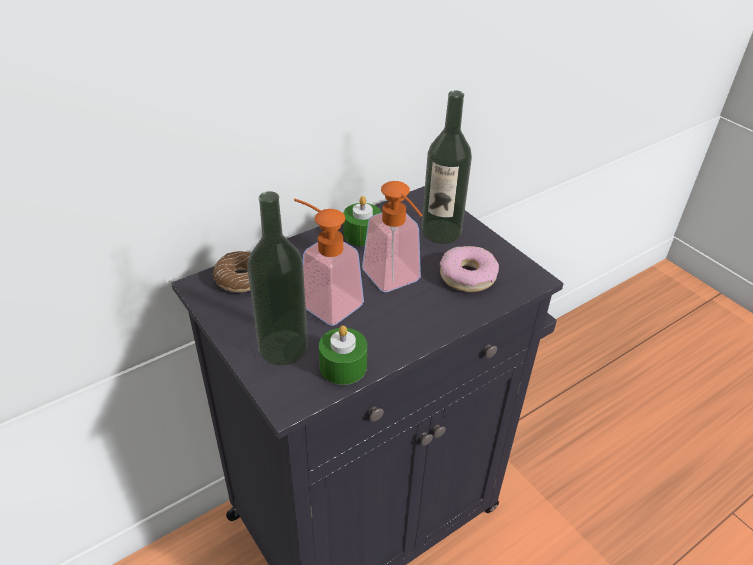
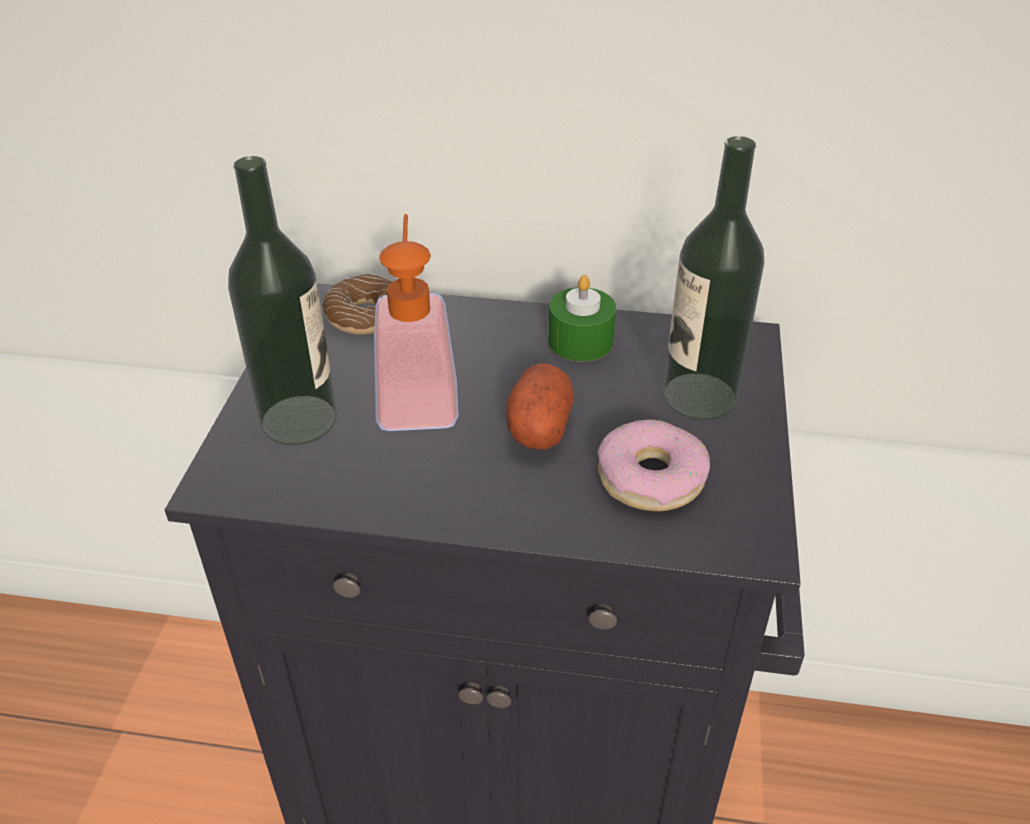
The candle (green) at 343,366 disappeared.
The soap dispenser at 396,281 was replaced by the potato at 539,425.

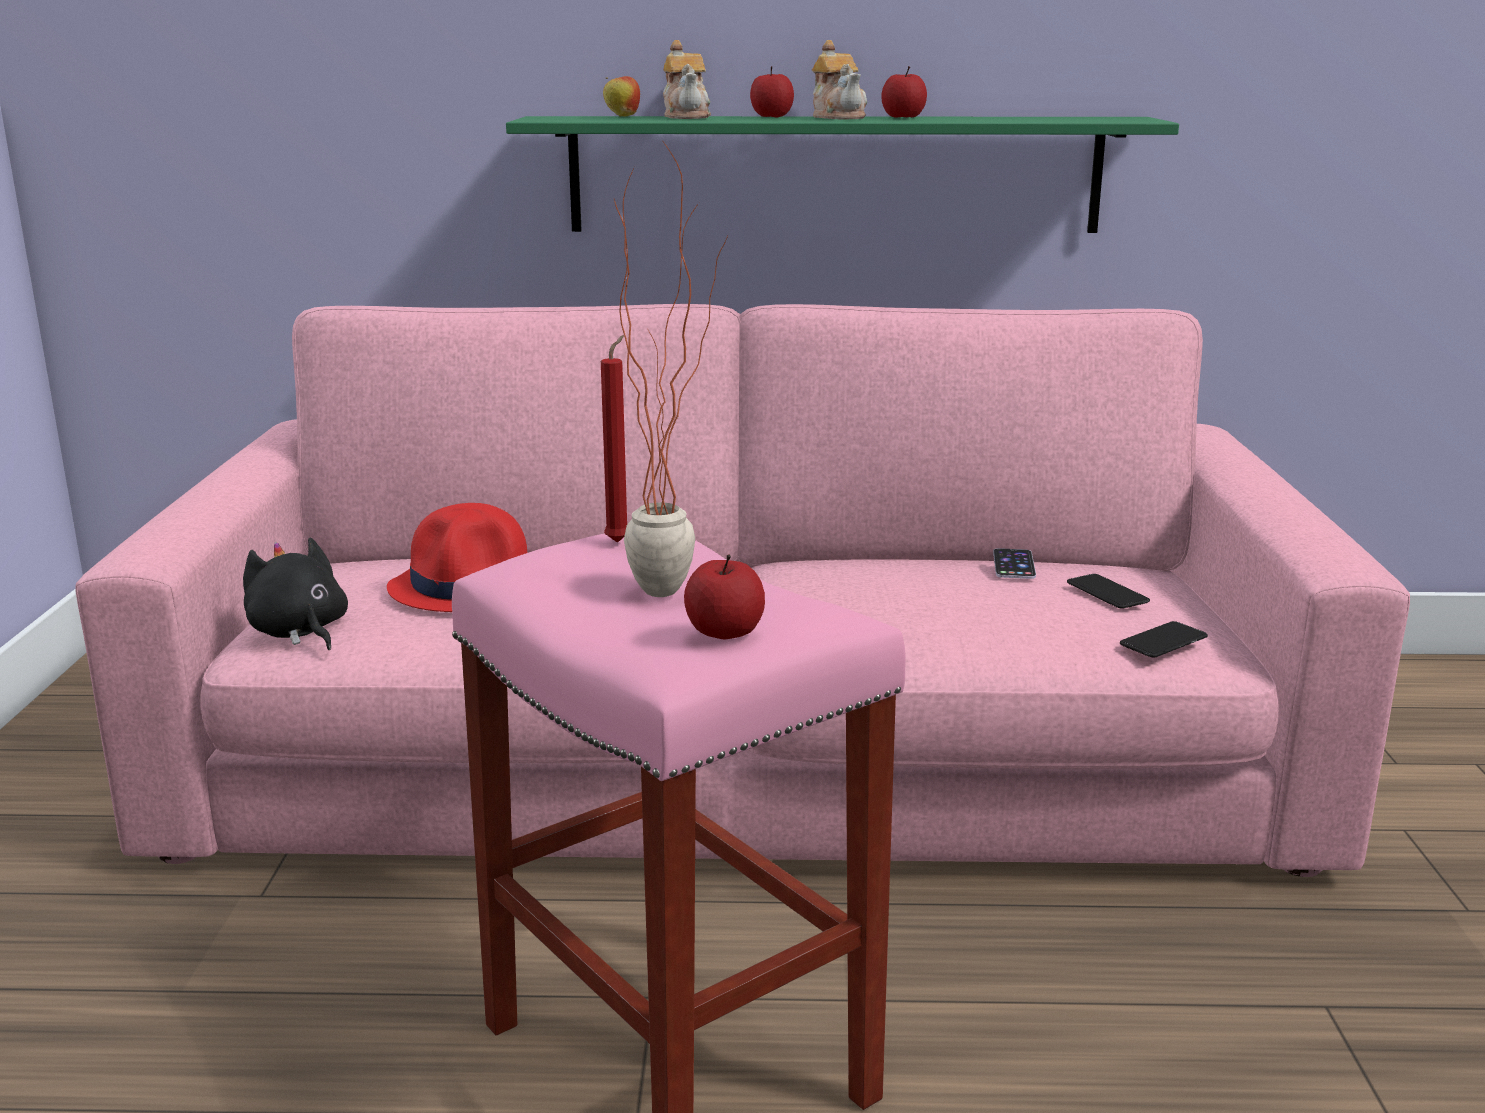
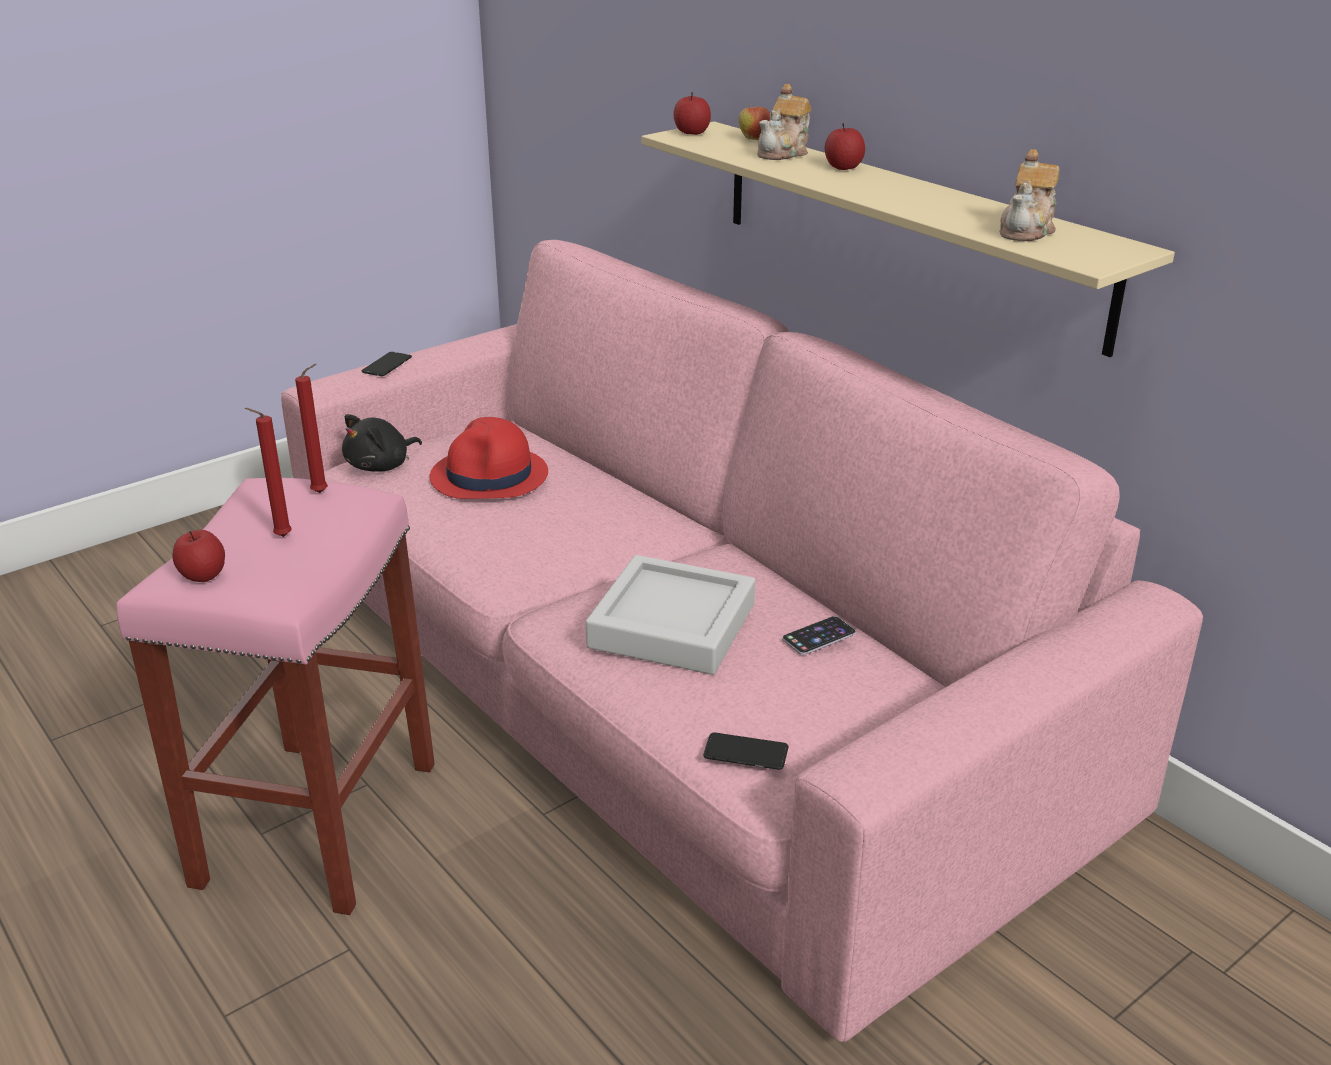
The tray (grey) at 672,625 appeared.
The teapot moved from 839,117 to 1027,231.
The apple moved from 903,117 to 692,133.
The phone moved from 1107,593 to 387,365.
The potted plant at 679,587 was replaced by the candle (red) at 280,537.
The shelf (green) at 834,174 became the shelf (beige) at 904,229.
The plush toy (black) at 299,632 turned 150 degrees counterclockwise.

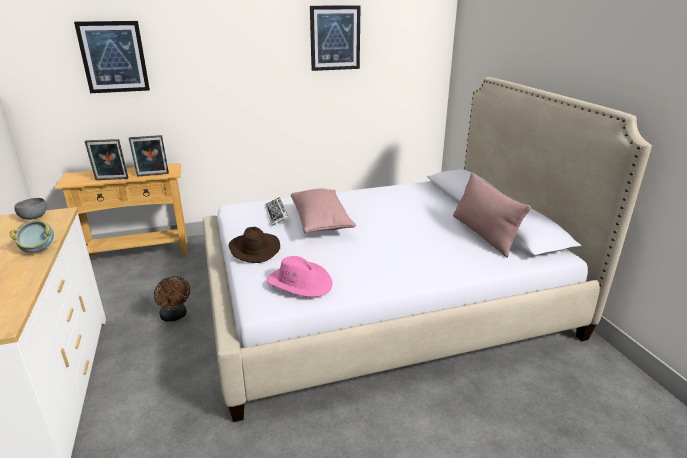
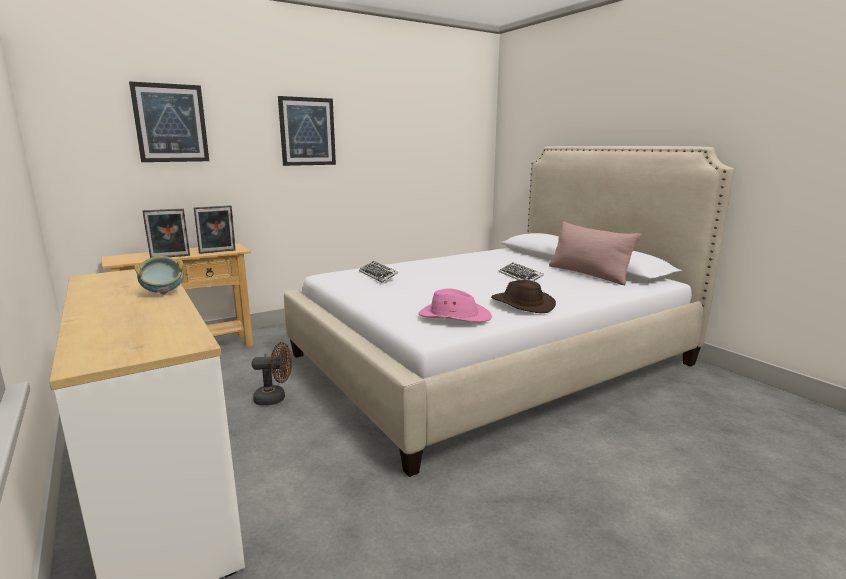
The bowl (grey) at 33,217 disappeared.
The pillow (pink) at 321,222 disappeared.
The keyboard at 520,277 appeared.
The hat (brown) moved from 254,249 to 521,304.
The picture moved from 335,38 to 307,131.
The fan (brown) at 175,316 turned 45 degrees counterclockwise.

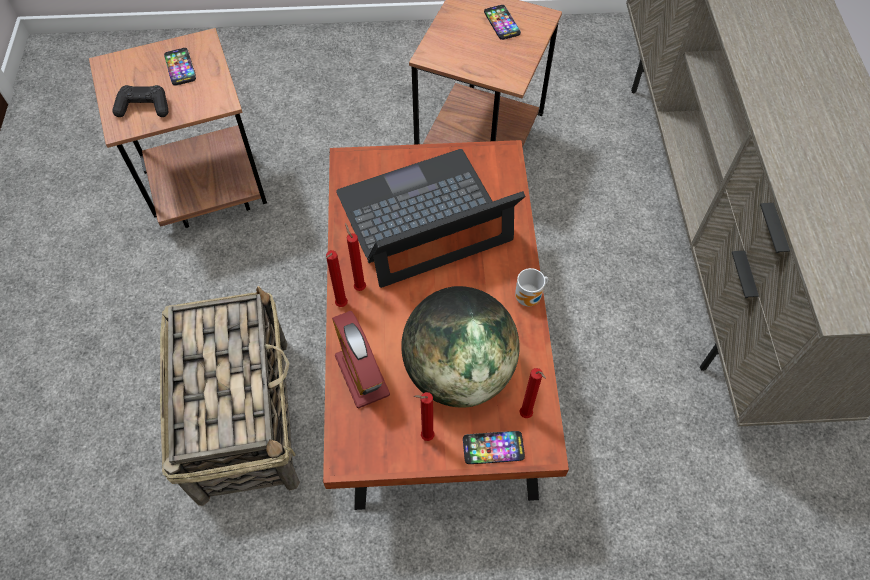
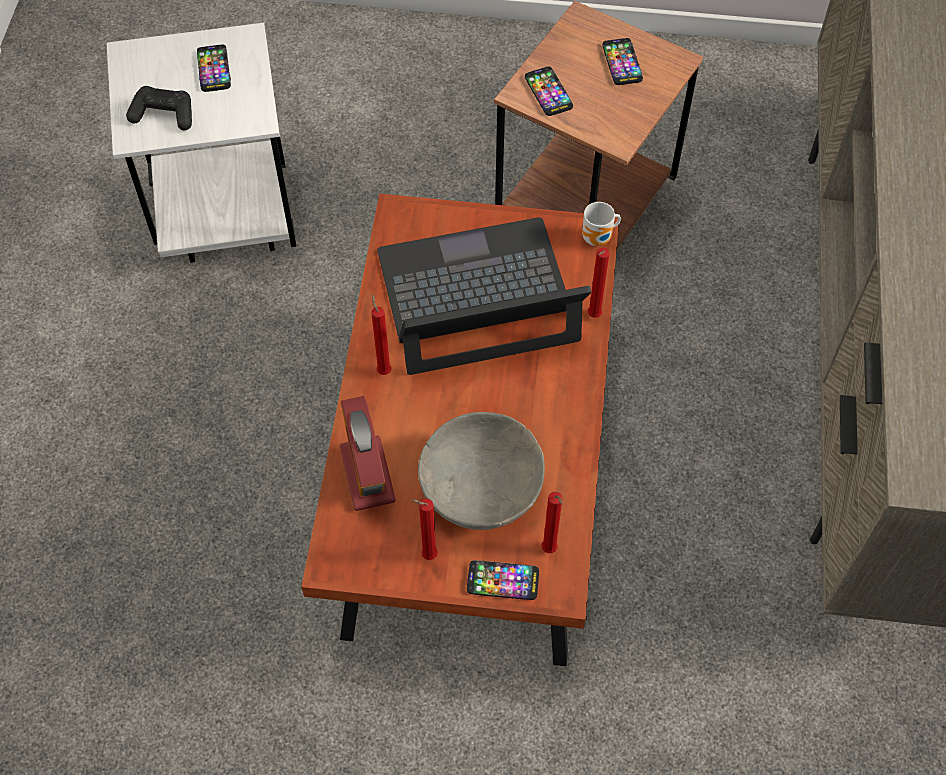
The basket at 244,416 disappeared.
The phone at 548,92 appeared.
The candle (red) moved from 340,306 to 593,317.
The mug moved from 530,298 to 599,239.
The globe at 458,371 was replaced by the bowl (grey) at 480,487.
The side table (brown) at 209,192 became the side table (white) at 226,220.

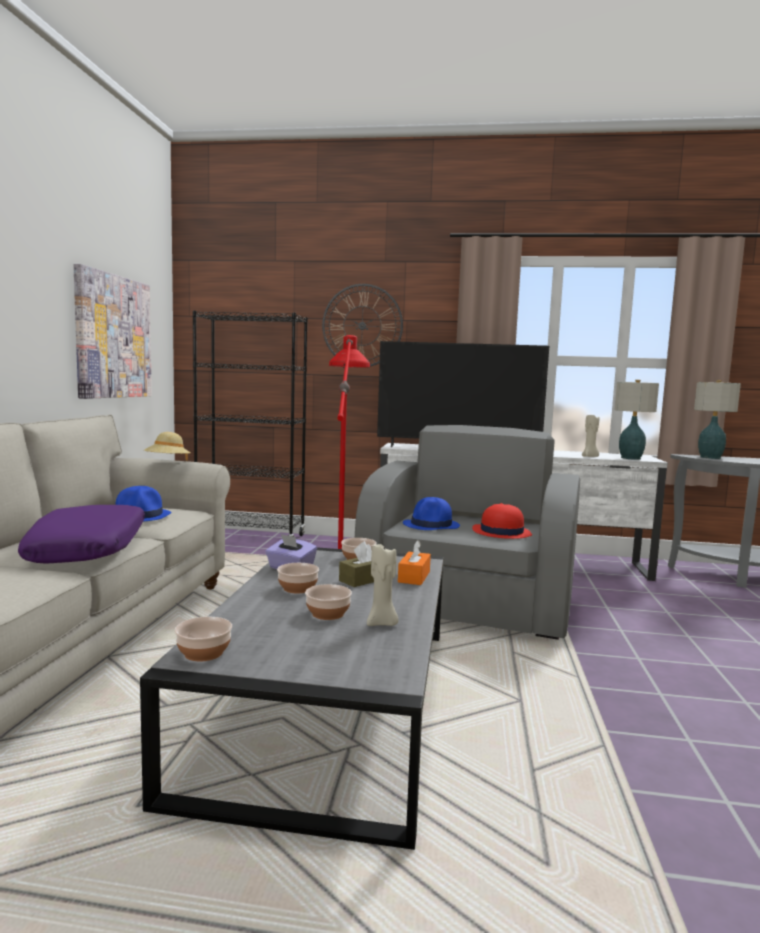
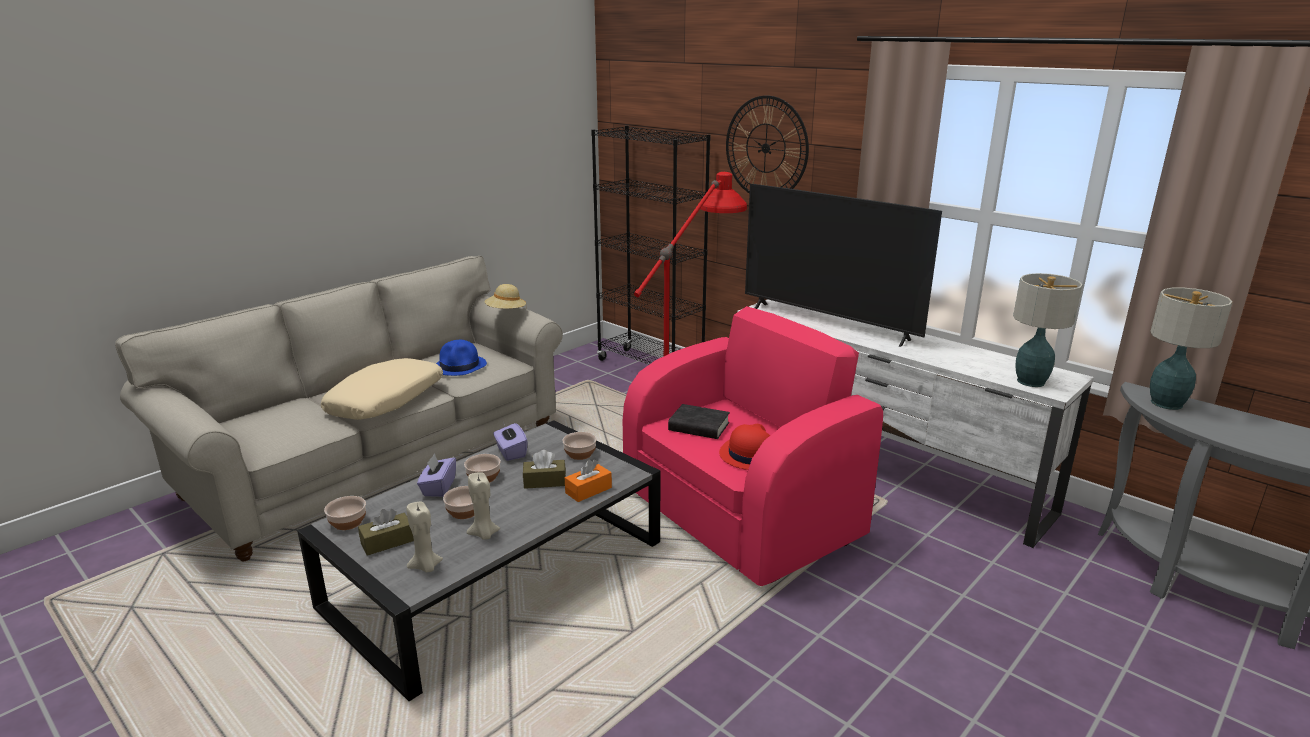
The picture at 113,337 disappeared.
The tissue box (brown) at 387,542 appeared.
The tissue box (purple) at 438,487 appeared.
The candle (beige) moved from 590,456 to 426,567.
The hat (blue) at 431,525 was replaced by the book (black) at 699,427.
The pillow (purple) at 90,549 became the pillow (beige) at 386,401.
The armchair (grey) at 467,604 became the armchair (pink) at 742,513.

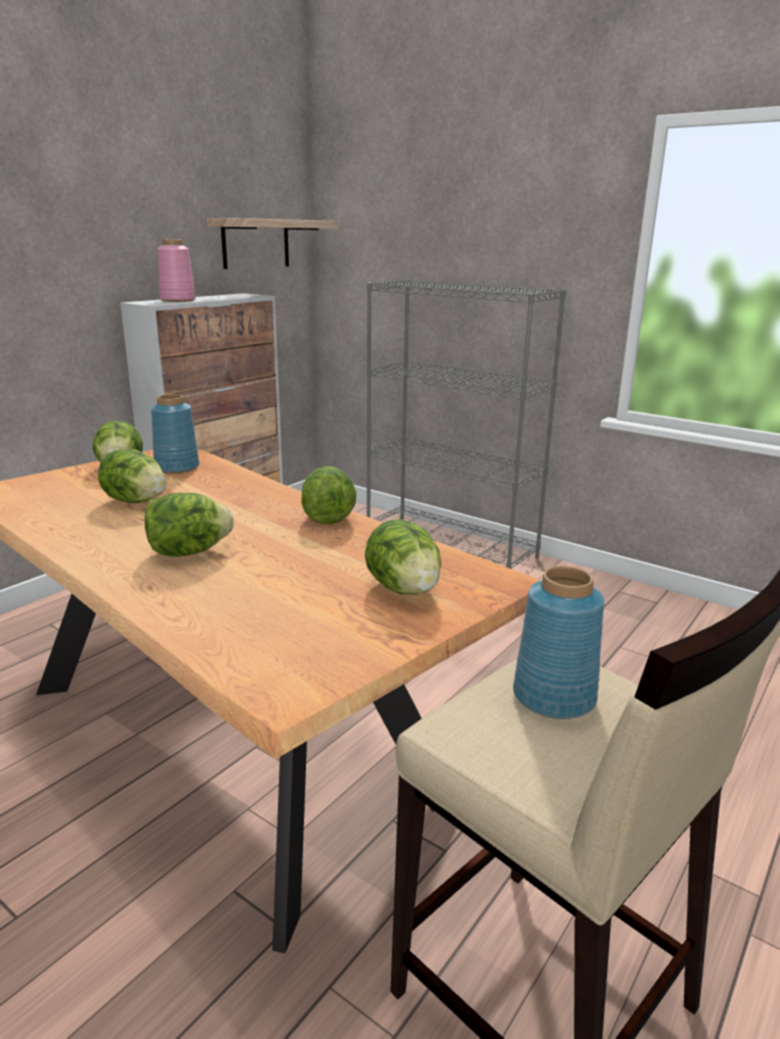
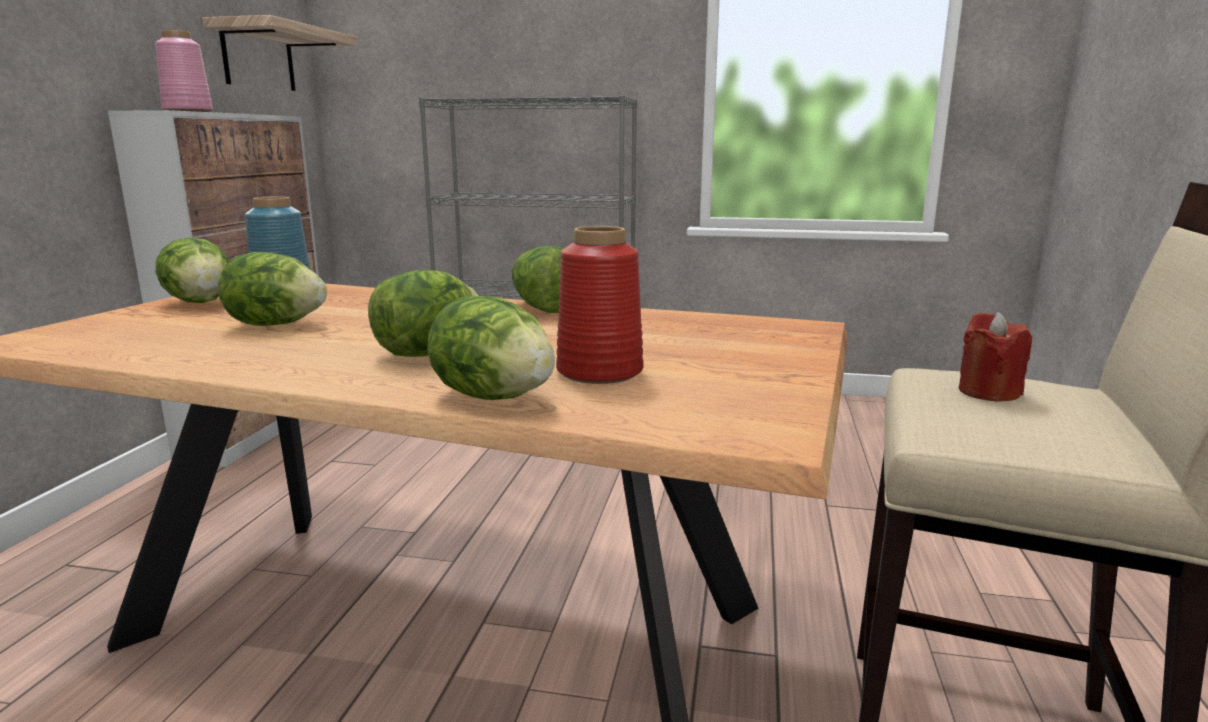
The vase (red) at 598,372 appeared.
The lettuce moved from 404,589 to 493,397.
The vase (blue) at 553,696 was replaced by the candle (red) at 988,392.

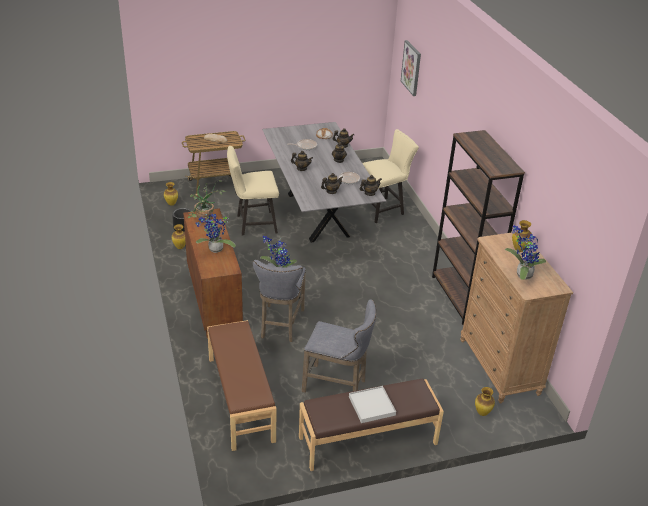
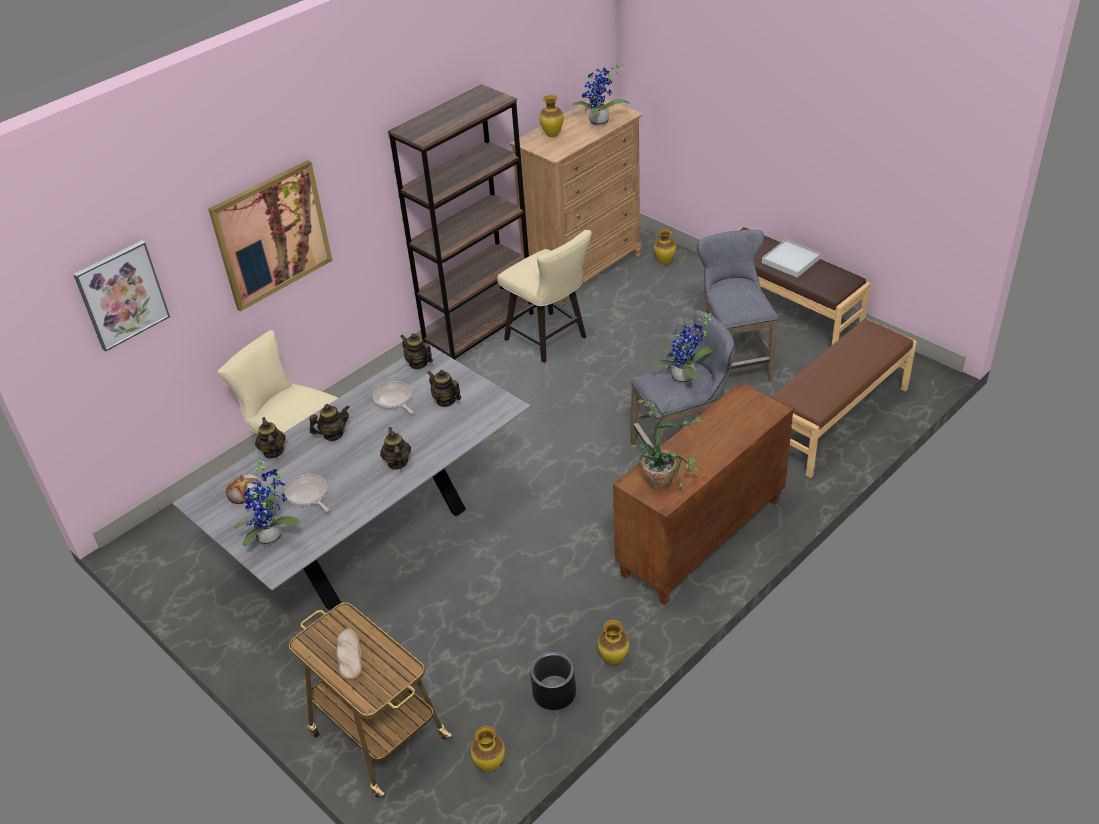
The picture at 272,235 appeared.
The potted plant moved from 215,250 to 273,536.
The chair (beige) moved from 253,224 to 550,340.

